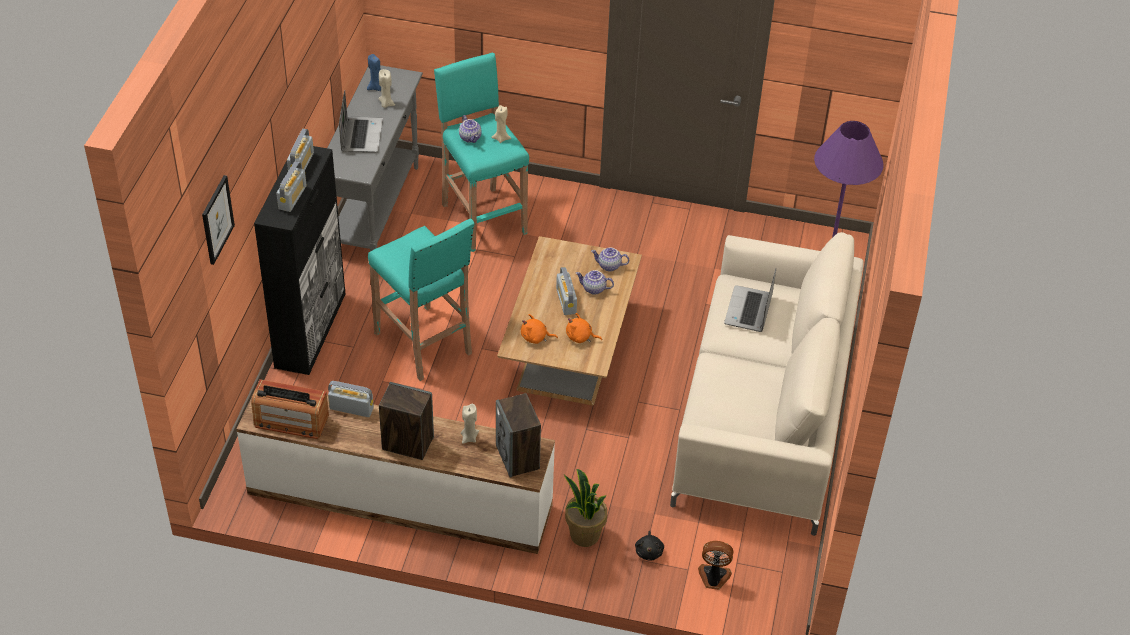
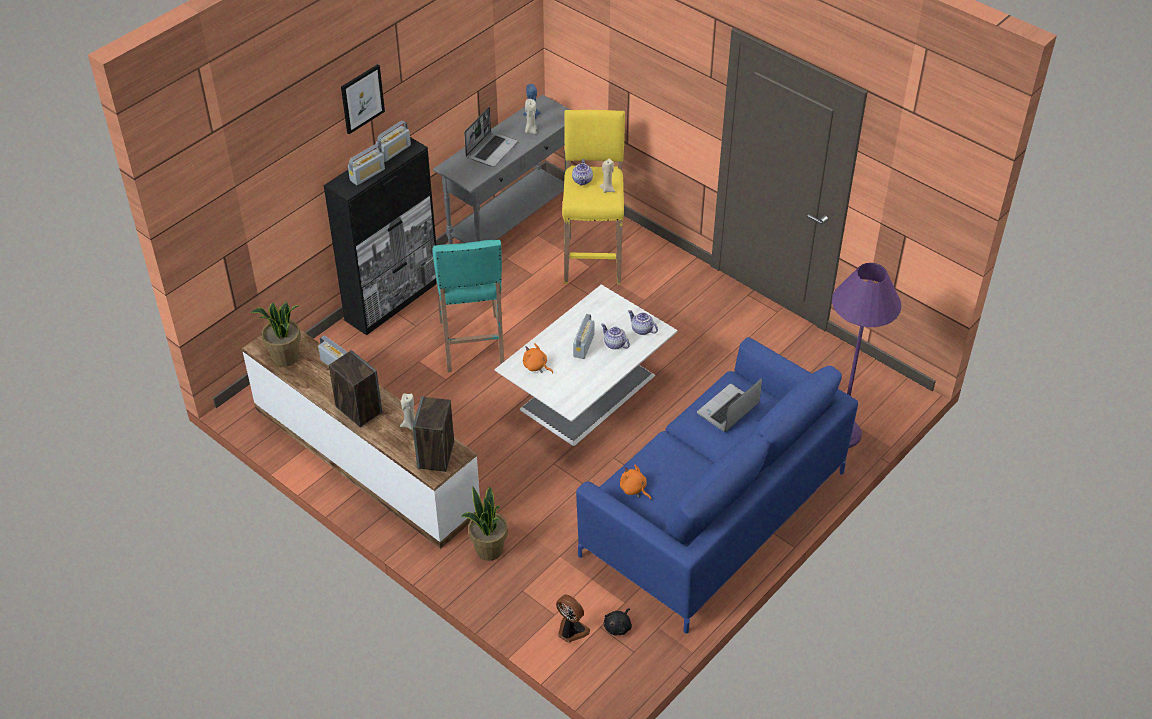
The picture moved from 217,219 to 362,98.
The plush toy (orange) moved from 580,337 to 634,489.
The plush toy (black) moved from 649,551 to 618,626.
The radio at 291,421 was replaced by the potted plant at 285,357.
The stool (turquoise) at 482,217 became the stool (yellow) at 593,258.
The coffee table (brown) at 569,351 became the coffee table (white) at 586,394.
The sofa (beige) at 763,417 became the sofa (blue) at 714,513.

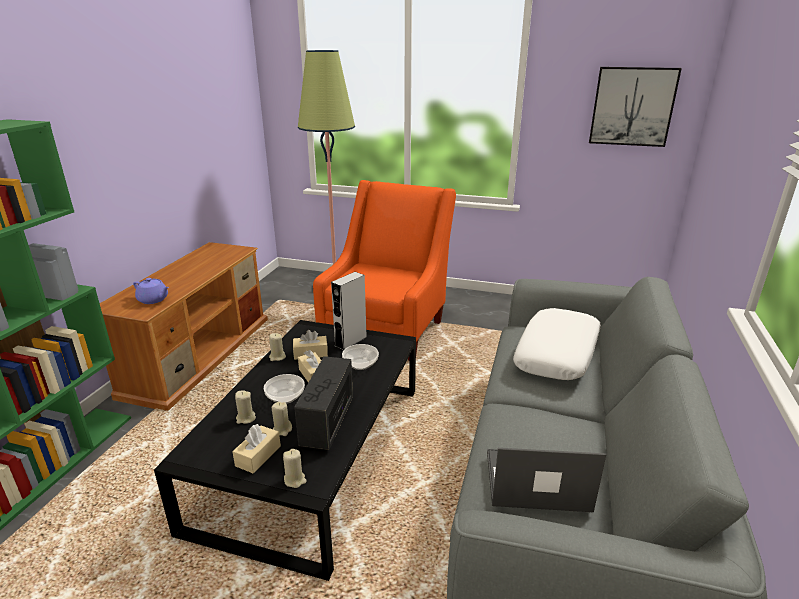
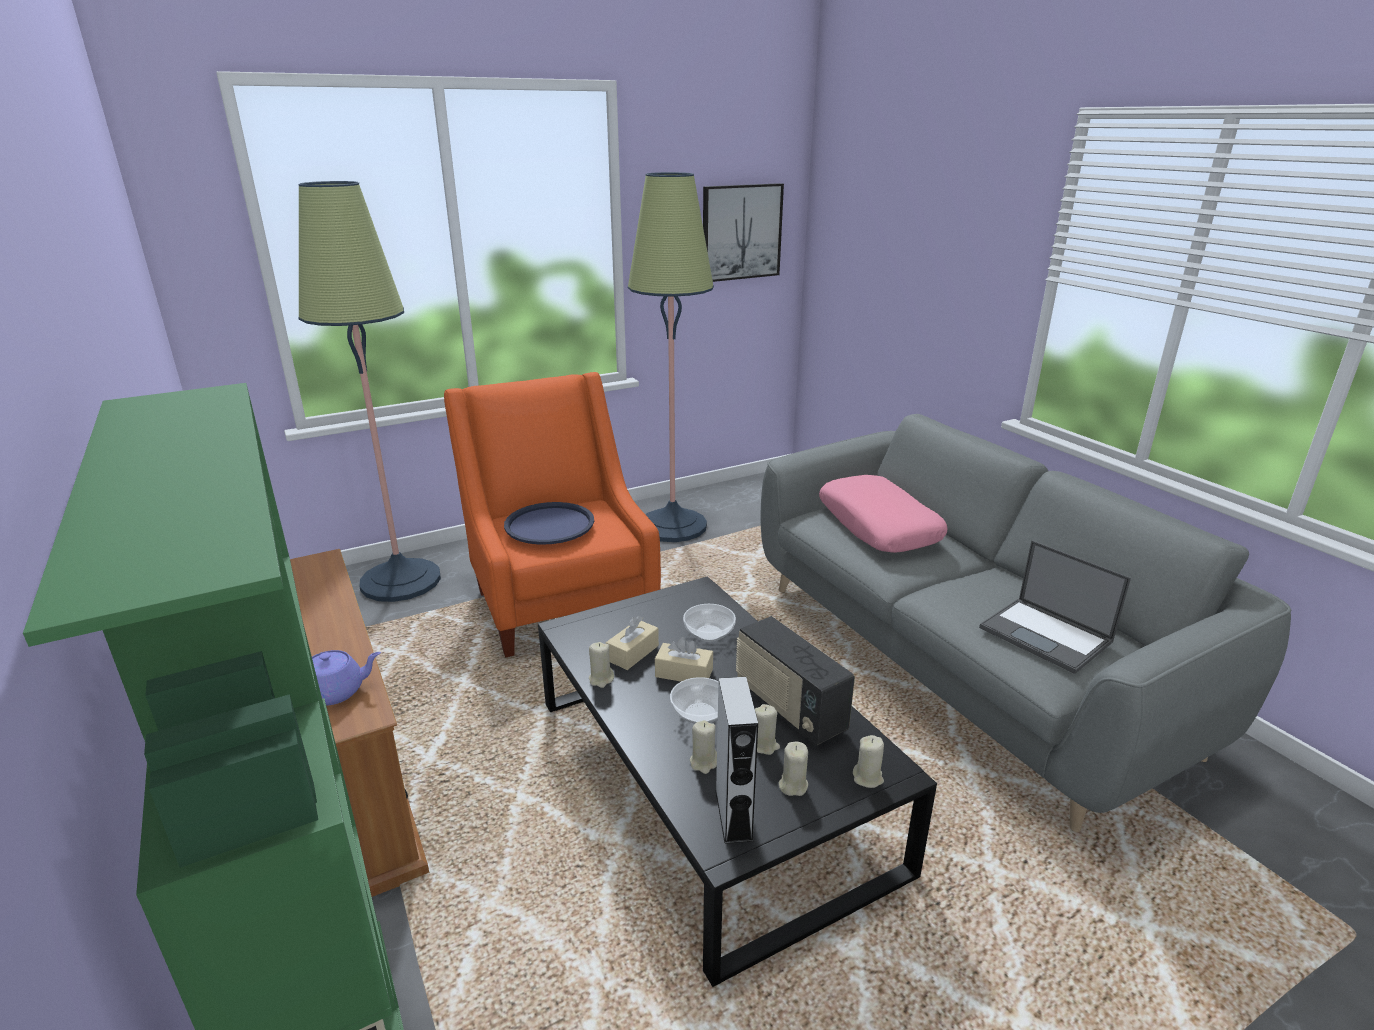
The tray (blue) at 549,524 appeared.
The floor lamp at 672,526 appeared.
The speaker (grey) moved from 350,341 to 733,814.
The tissue box (beige) at 258,456 was replaced by the candle (beige) at 793,785.
The pillow (white) at 557,354 became the pillow (pink) at 879,526.
The laptop at 535,481 turned 90 degrees counterclockwise.

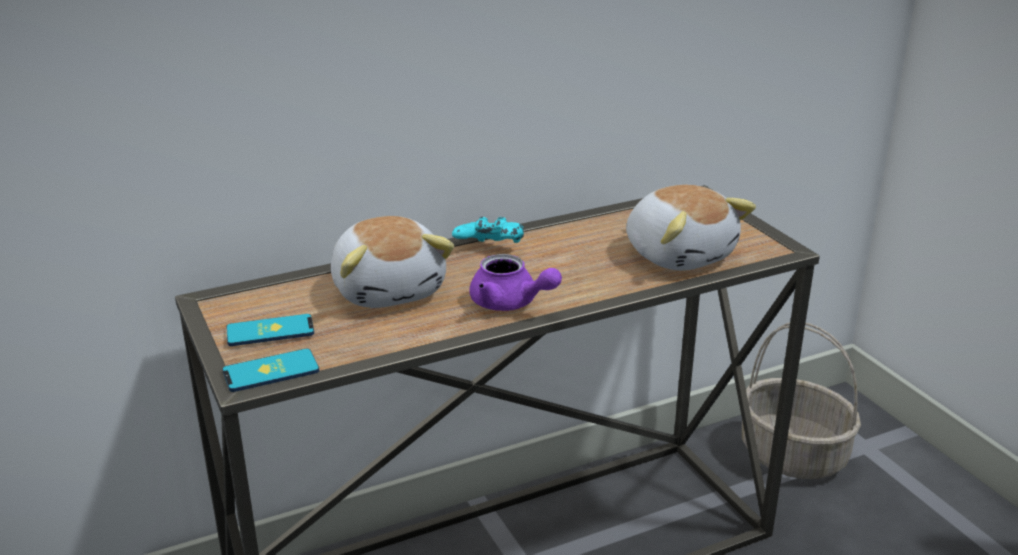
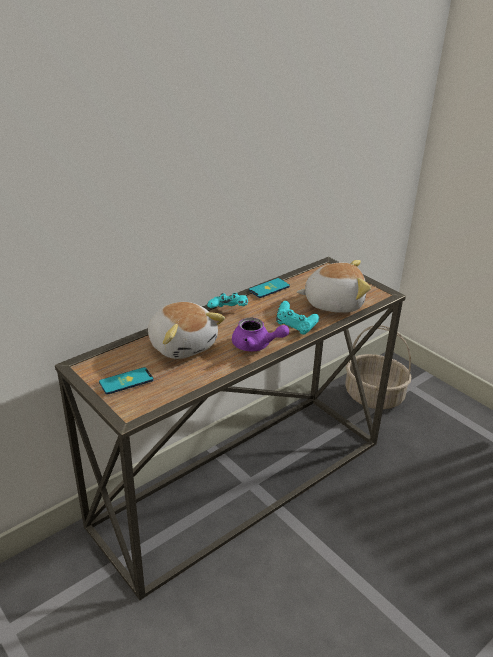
The game controller (turquoise) at 295,327 appeared.
The phone moved from 271,371 to 269,288.
The plush toy at 679,254 turned 45 degrees counterclockwise.

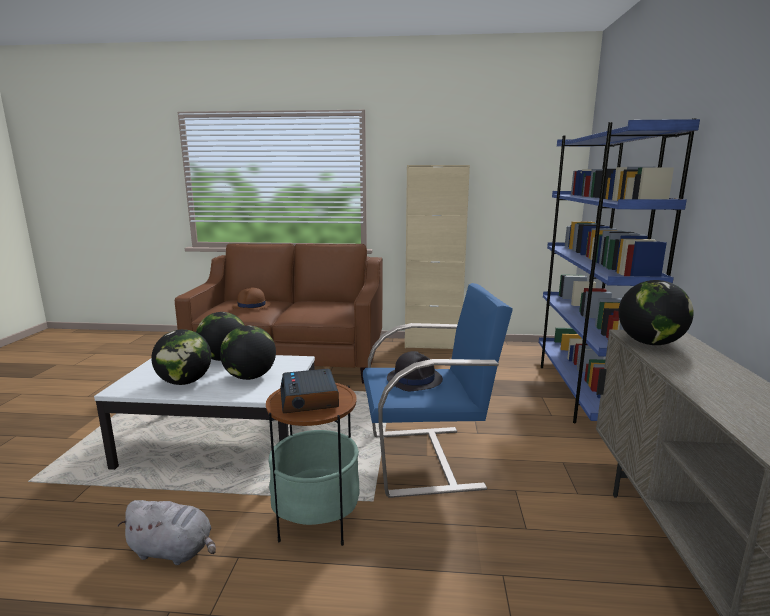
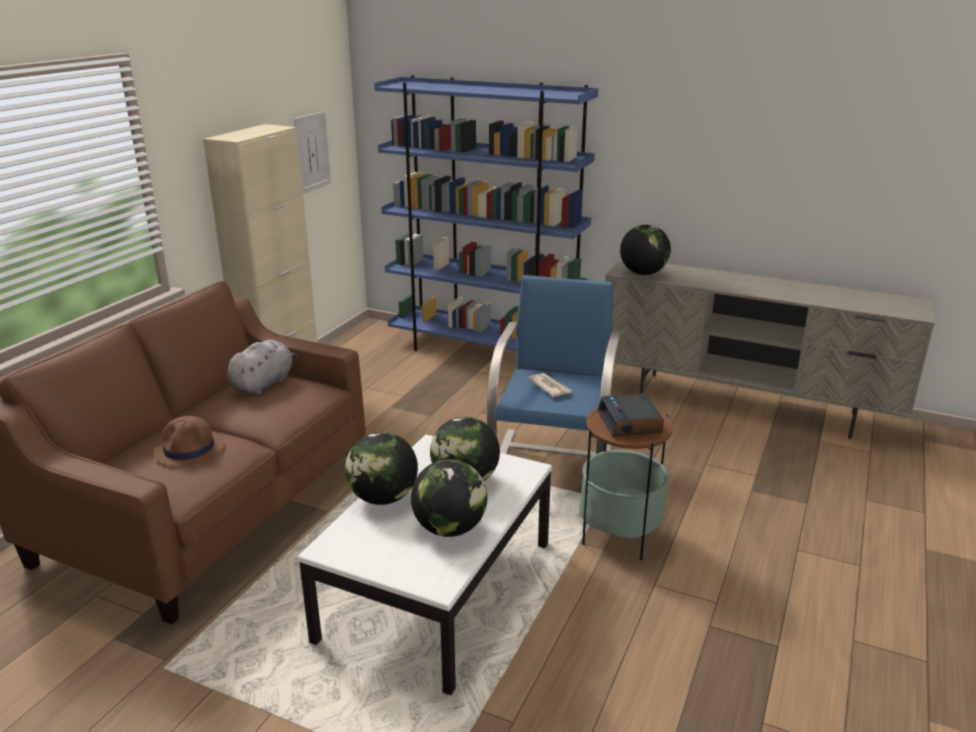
The picture at 312,152 appeared.
The plush toy (grey) moved from 174,551 to 264,383.
The hat (black) at 414,379 was replaced by the newspaper at 549,387.
The alarm clock at 309,398 turned 75 degrees clockwise.

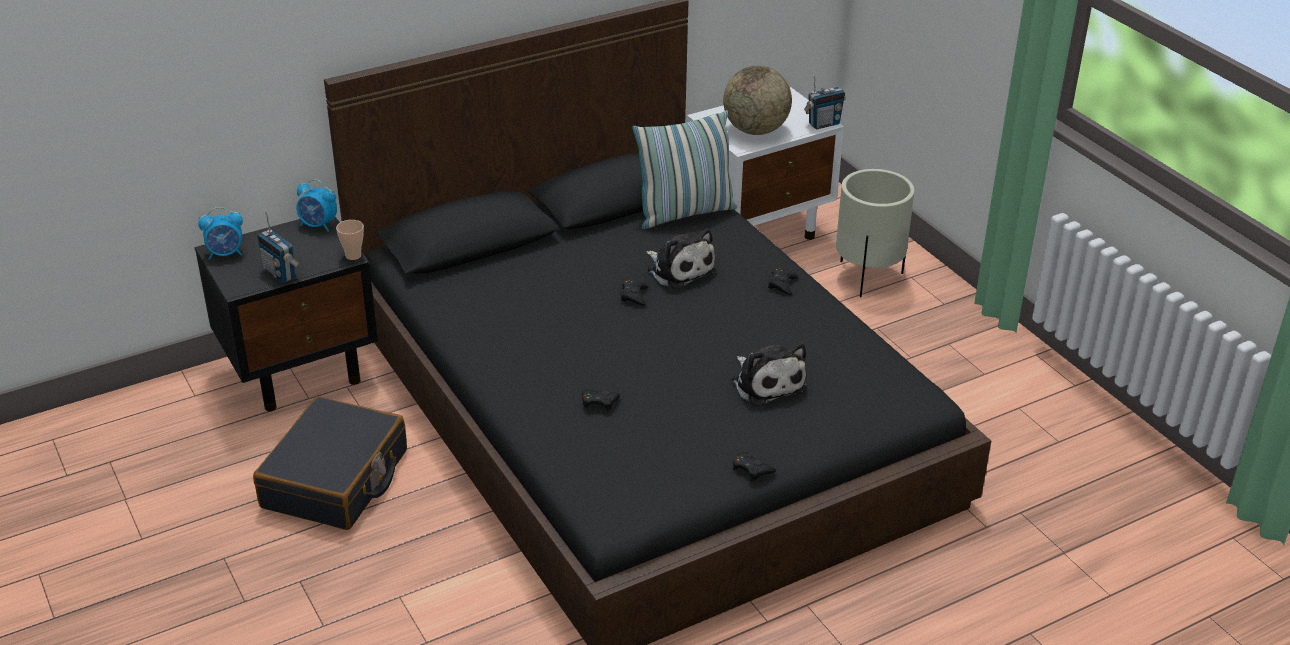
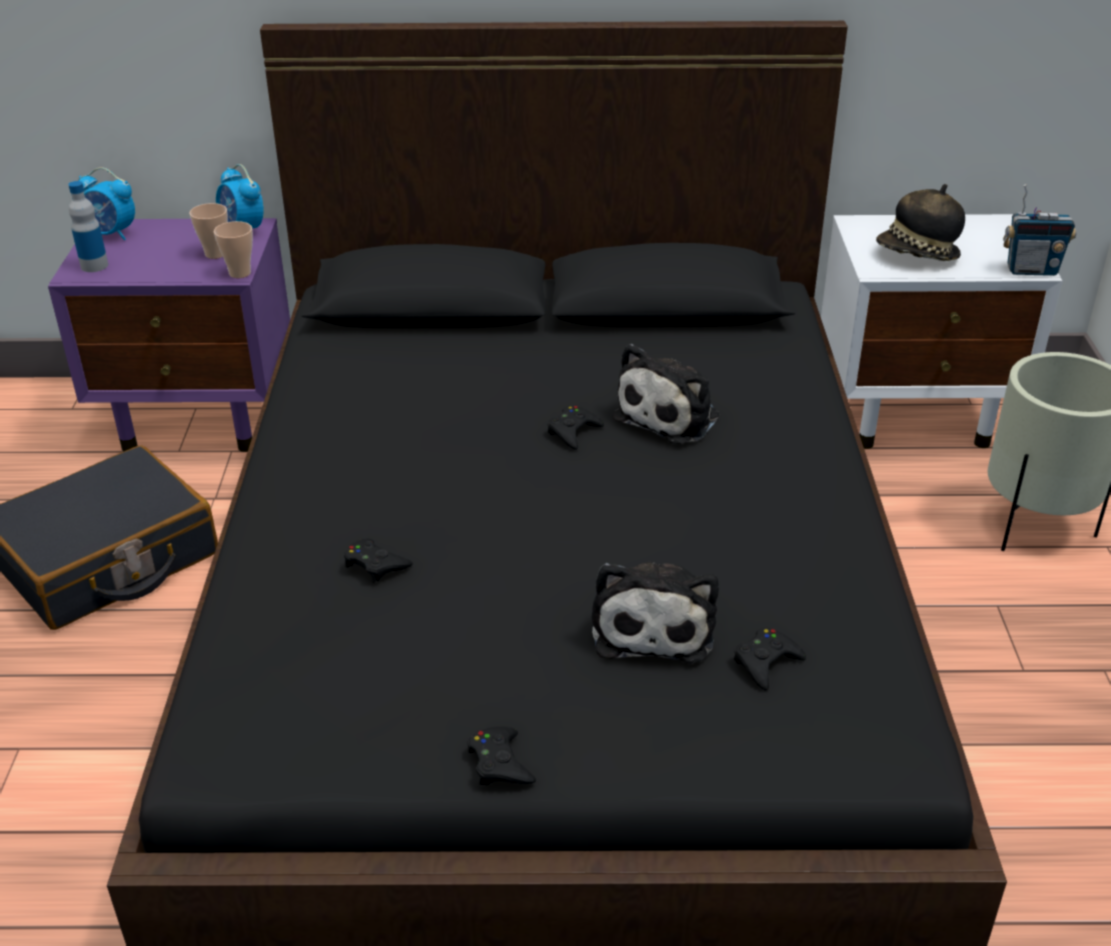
The radio at 280,274 disappeared.
The pillow at 685,213 disappeared.
The bottle at 94,266 appeared.
The cup at 215,254 appeared.
The game controller (black) moved from 782,284 to 766,662.
The globe at 756,130 was replaced by the hat at 917,255.
The nightstand (black) at 301,371 became the nightstand (purple) at 202,417.
The plush toy at 679,269 turned 45 degrees clockwise.

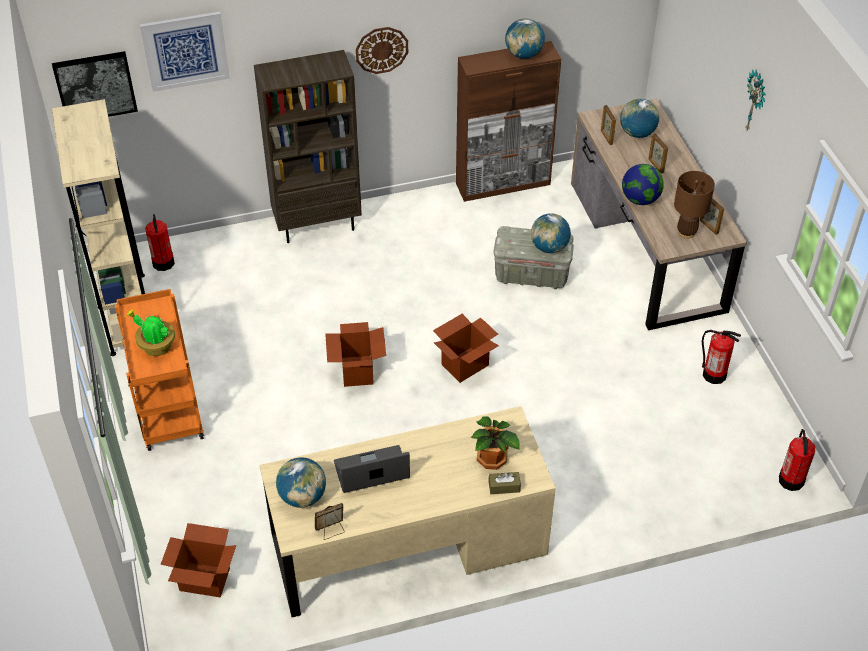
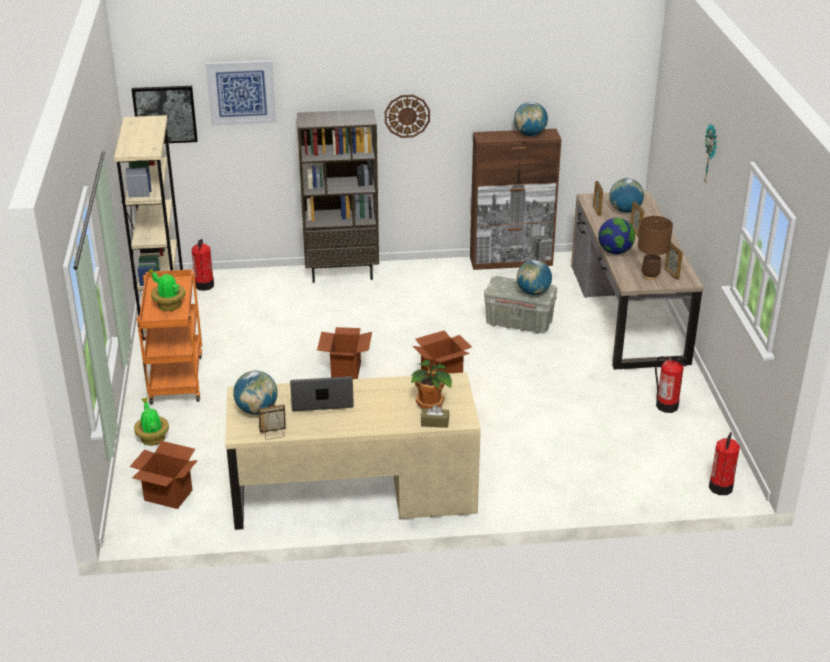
The potted plant at 152,438 appeared.

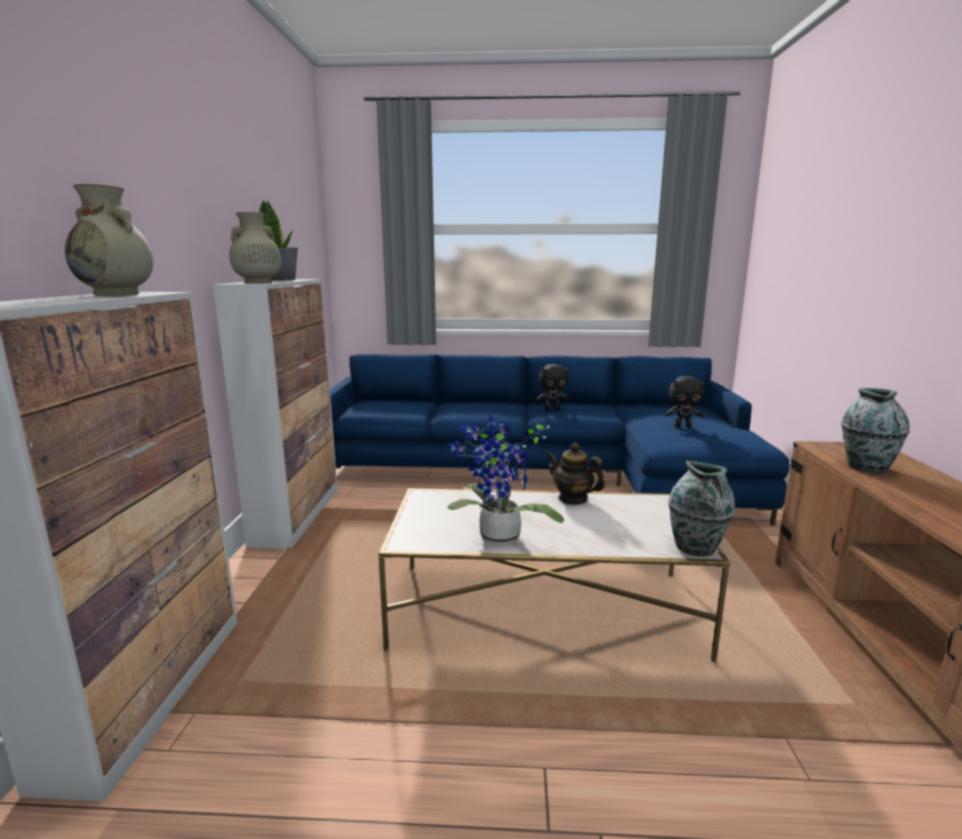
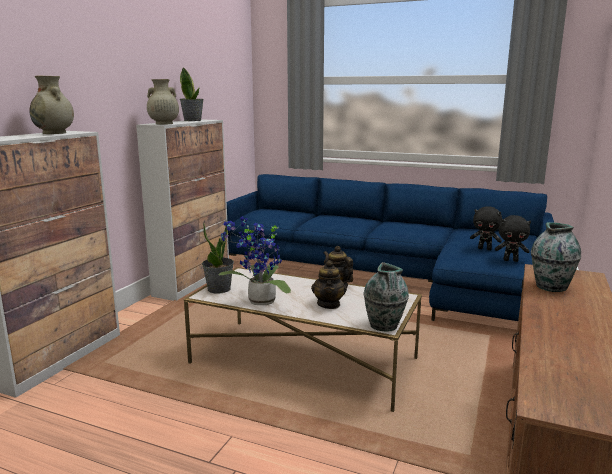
The potted plant at 219,289 appeared.
The teapot at 329,304 appeared.
The plush toy (black) moved from 552,409 to 510,260.

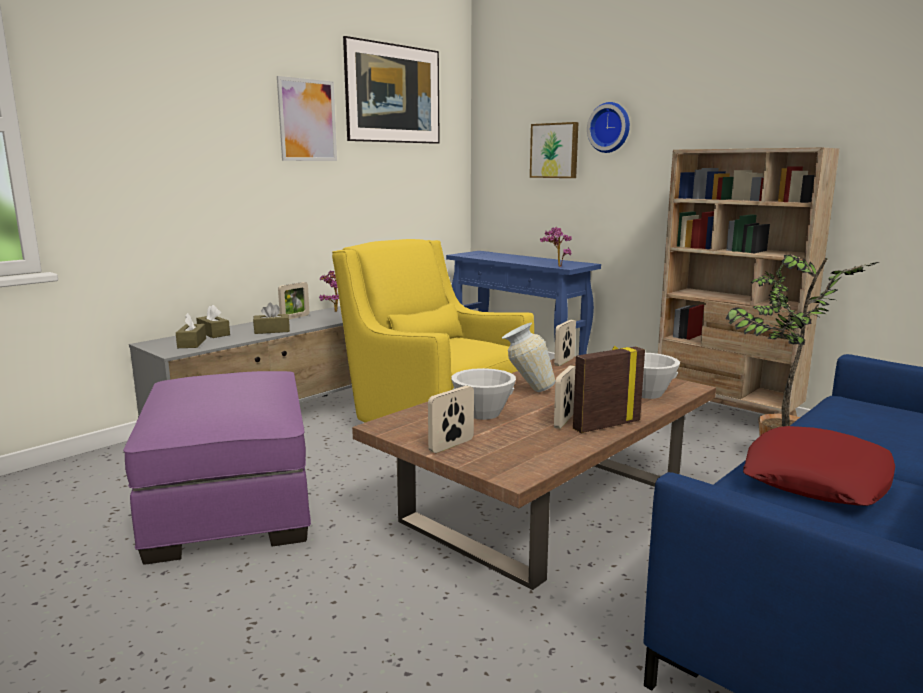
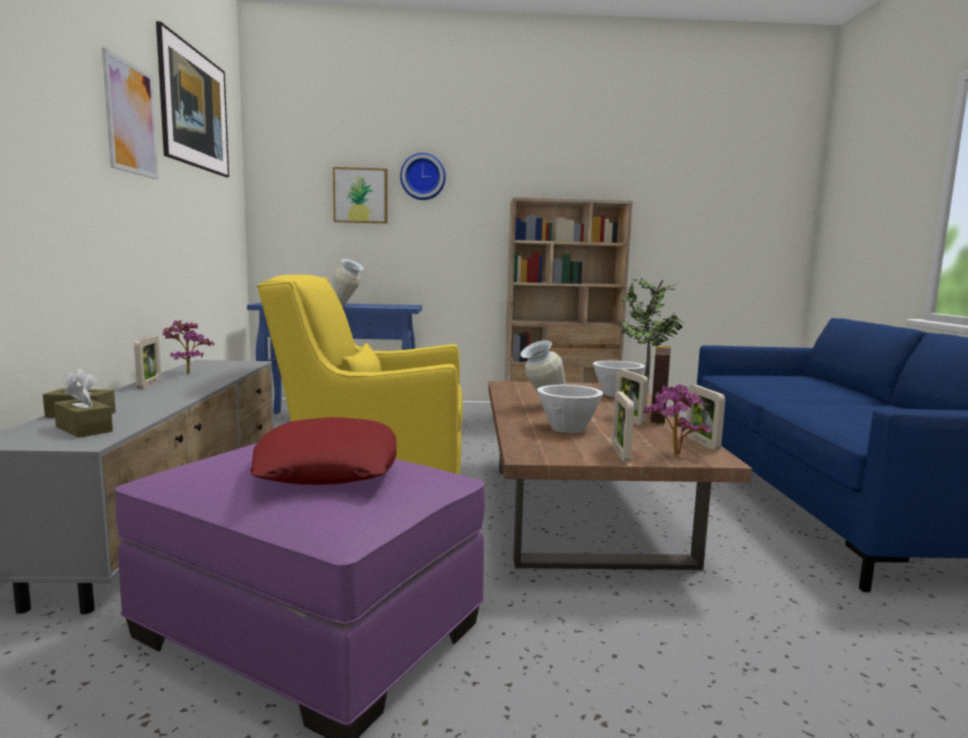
The tissue box (brown) at 272,331 disappeared.
The vase at 346,306 appeared.
The potted plant moved from 556,266 to 673,455.
The picture frame moved from 564,361 to 702,443.
The pillow (red) moved from 817,479 to 328,467.

